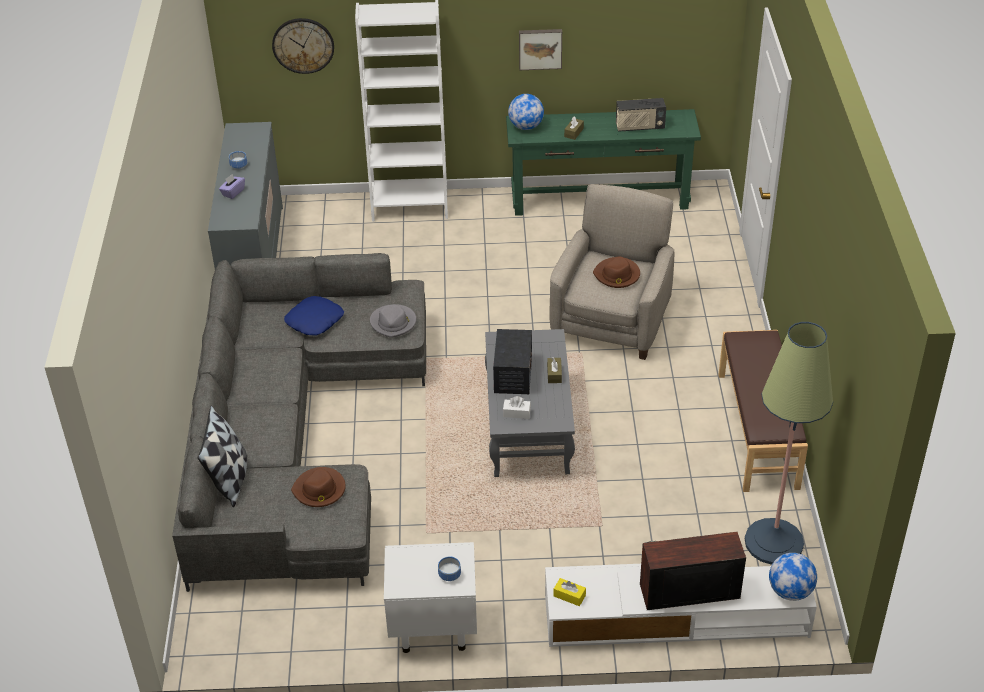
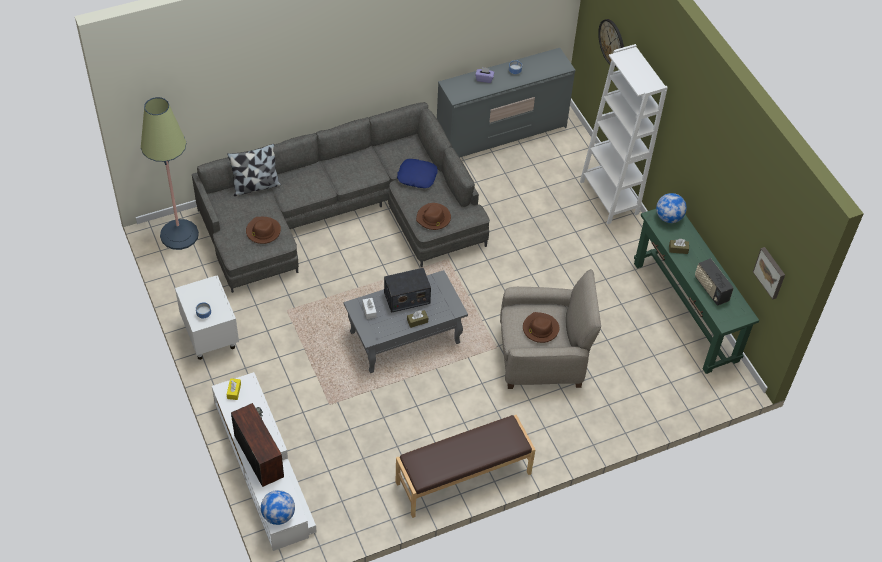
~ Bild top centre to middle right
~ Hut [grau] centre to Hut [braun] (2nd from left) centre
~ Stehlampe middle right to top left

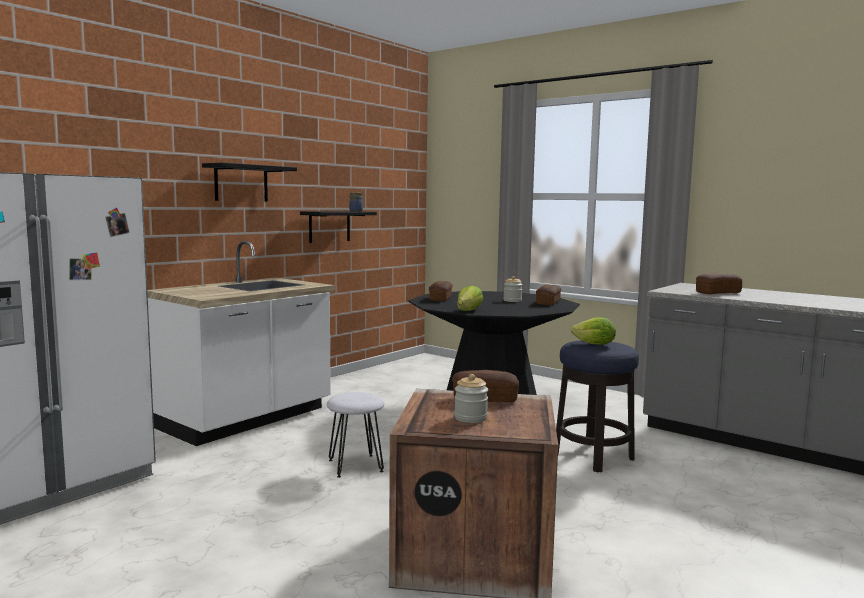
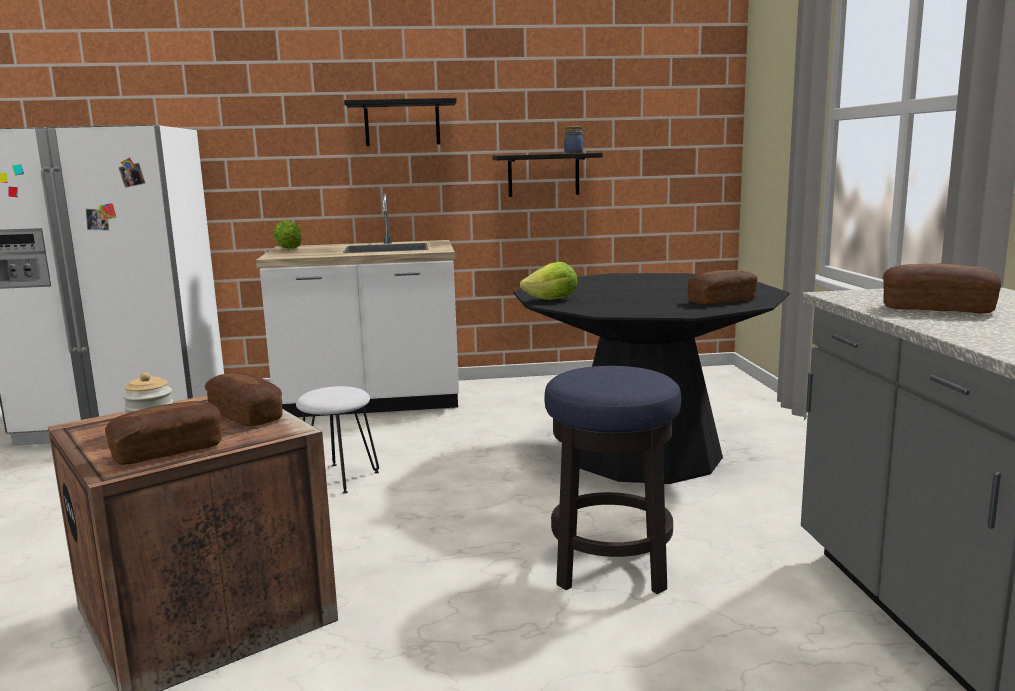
- Vorratsglas (3rd from left) centre
~ Brot (1st from left) centre to middle left
~ Salatkopf (2nd from left in the first image) middle right to Salatkopf (1st from left) middle left

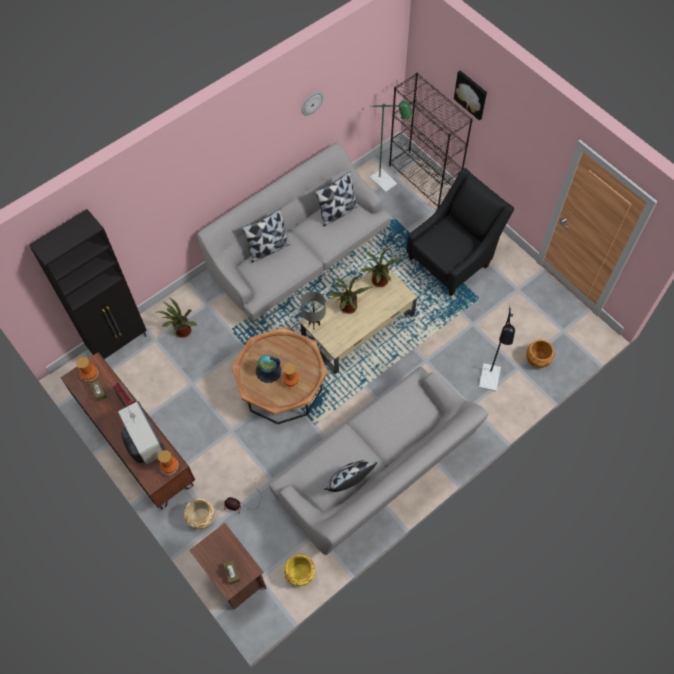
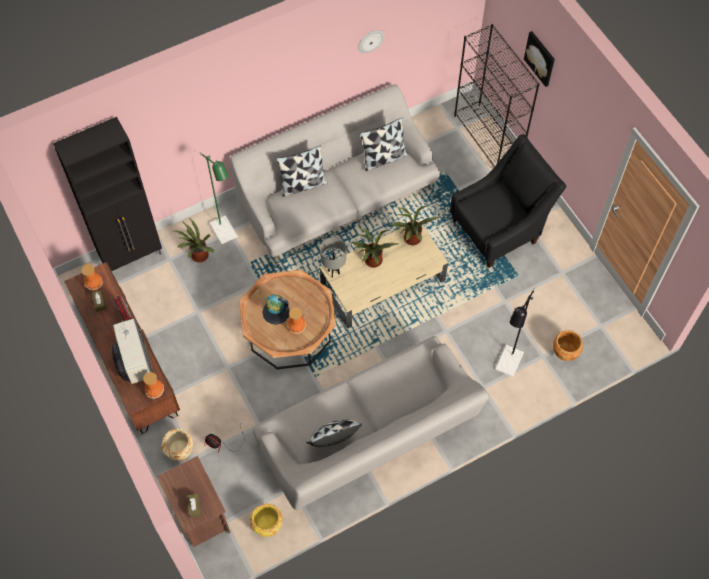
~ Stehlampe [grün] top centre to middle left

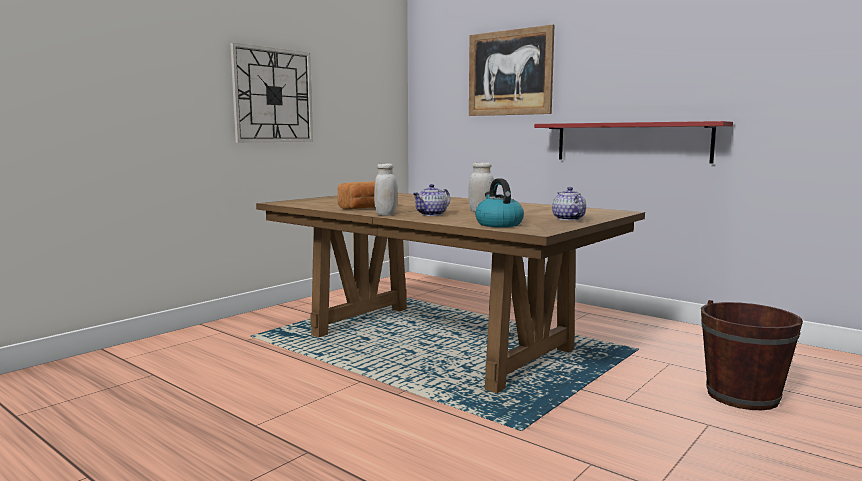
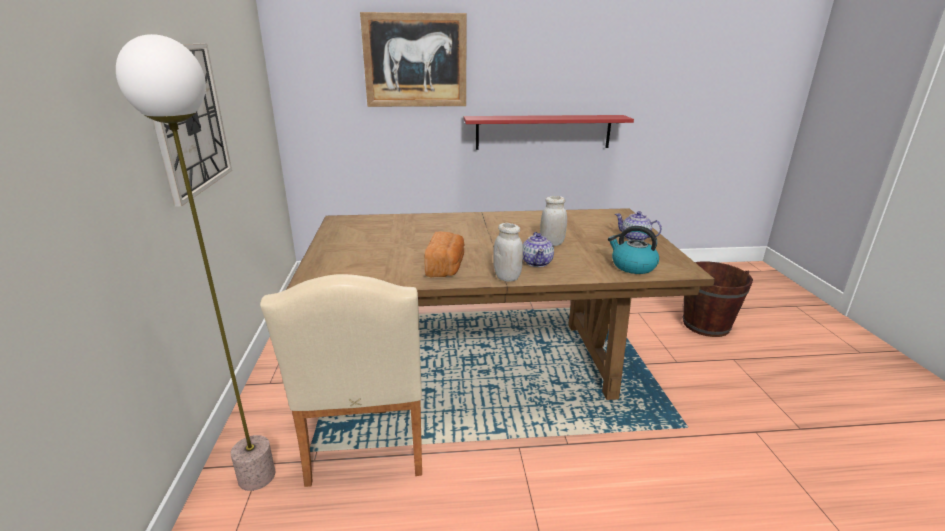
+ Stehlampe middle left
+ Stuhl [beige] bottom centre

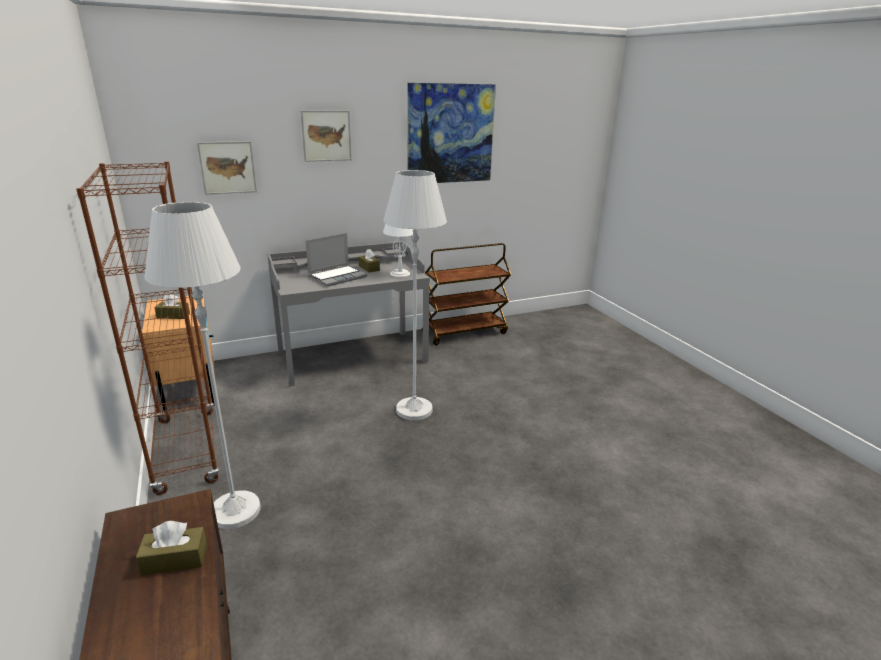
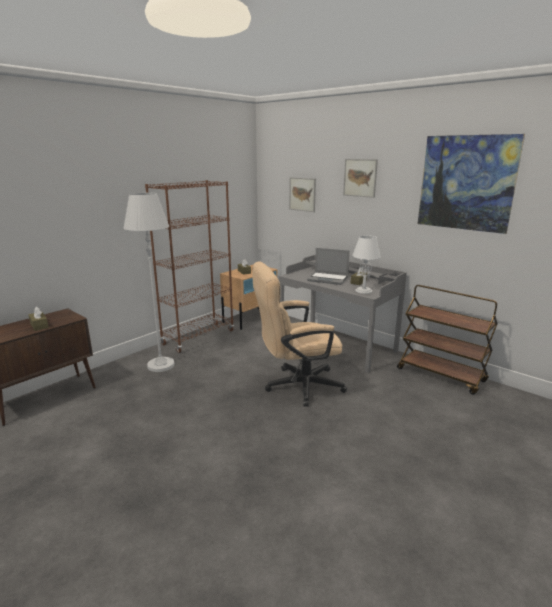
~ Stehlampe [weiß] (2nd from left) centre to Bürostuhl [beige] centre

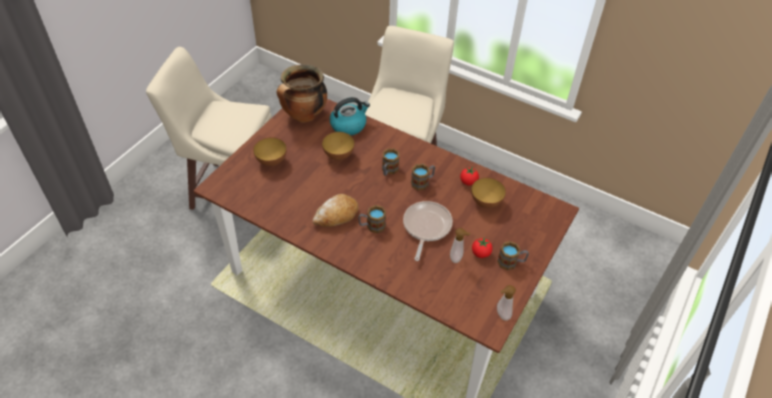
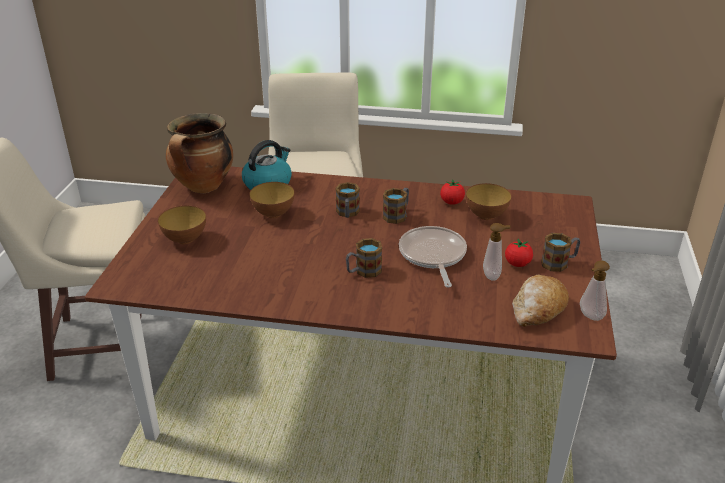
~ Brot centre to middle right

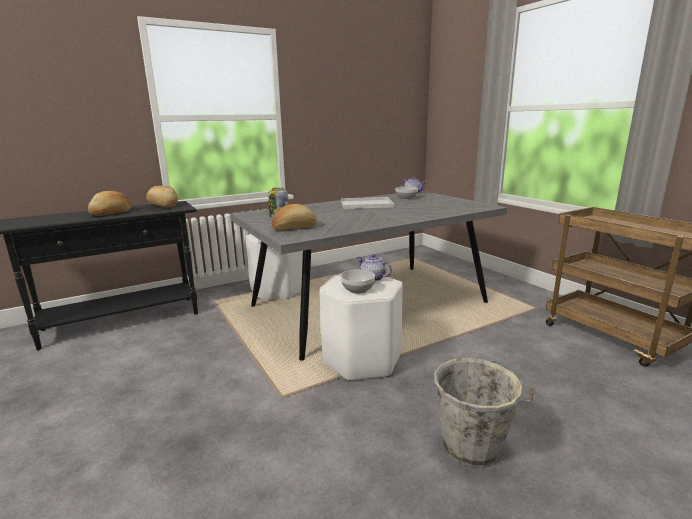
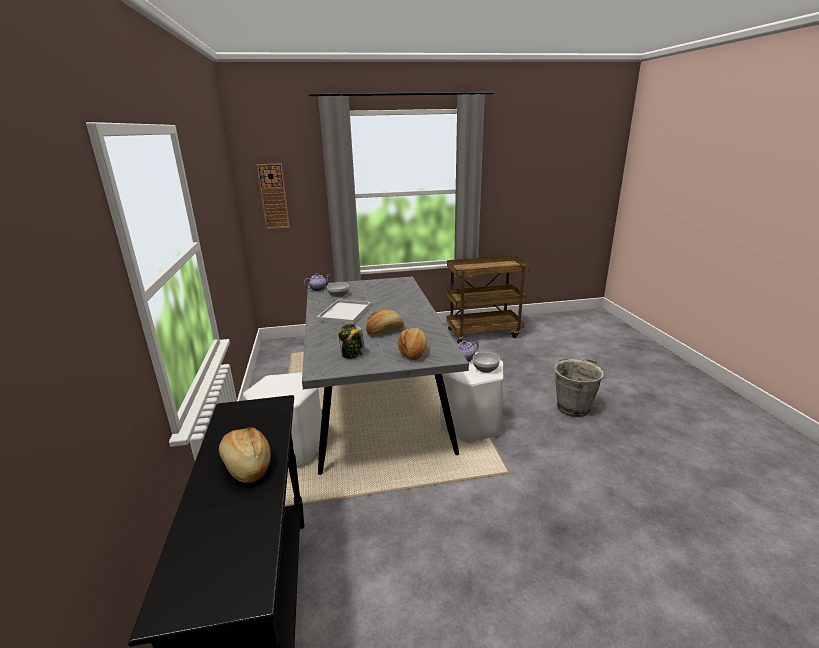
~ Brot (2nd from left) middle left to centre
+ Wanduhr top centre

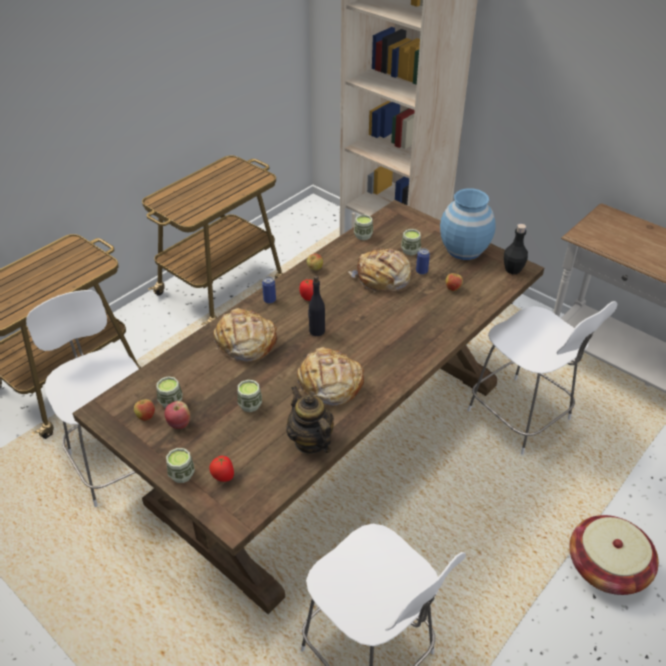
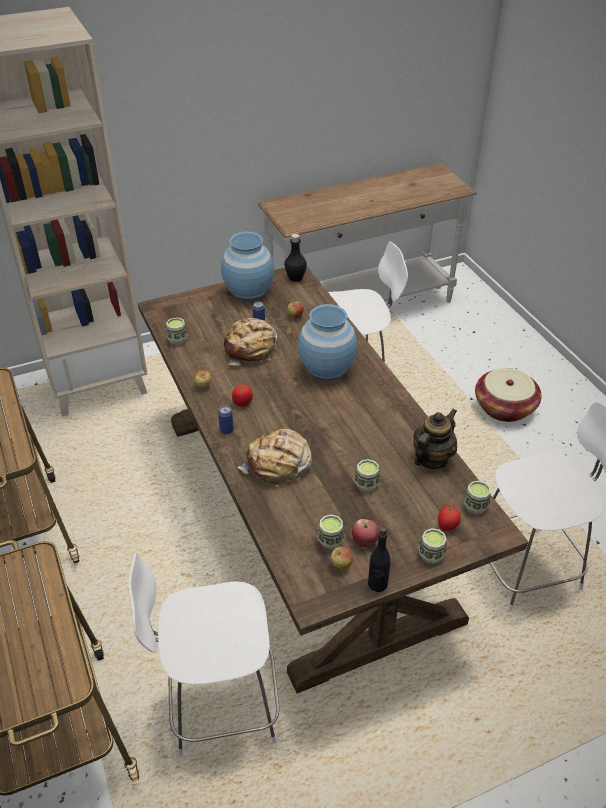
~ Tasse (5th from left) centre to middle right
~ Flasche [schwarz] (1st from left in the first image) centre to Flasche [schwarz] (2nd from left) bottom centre
- Brot (2nd from left) centre
~ Teekanne centre = middle right 135 degrees clockwise
+ Vase [blau] (2nd from left) centre

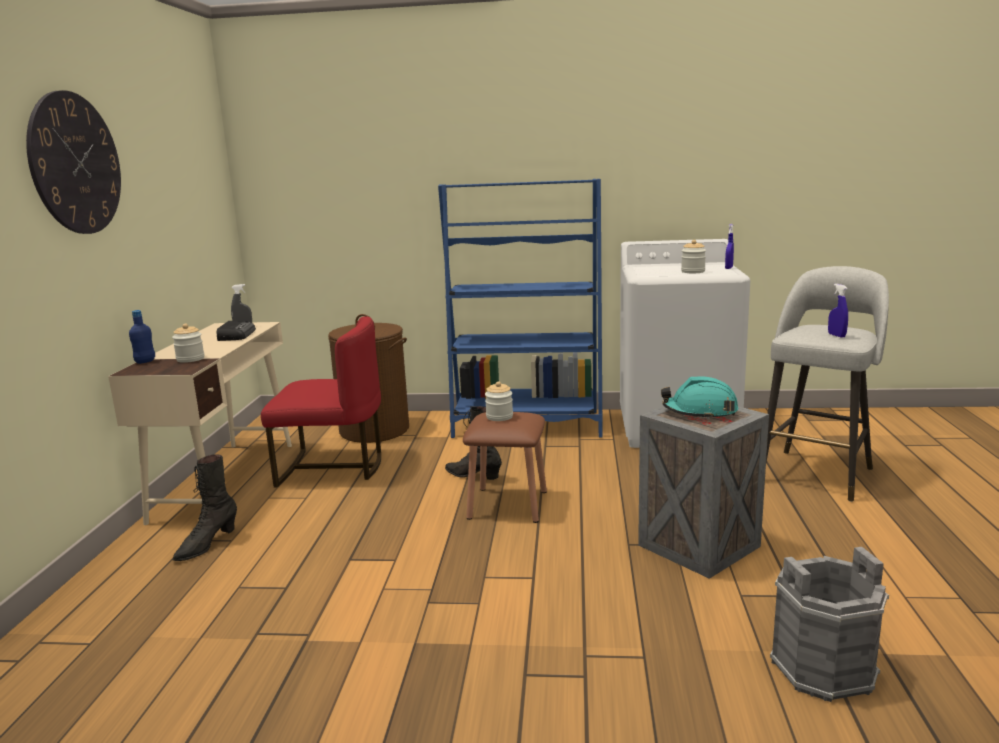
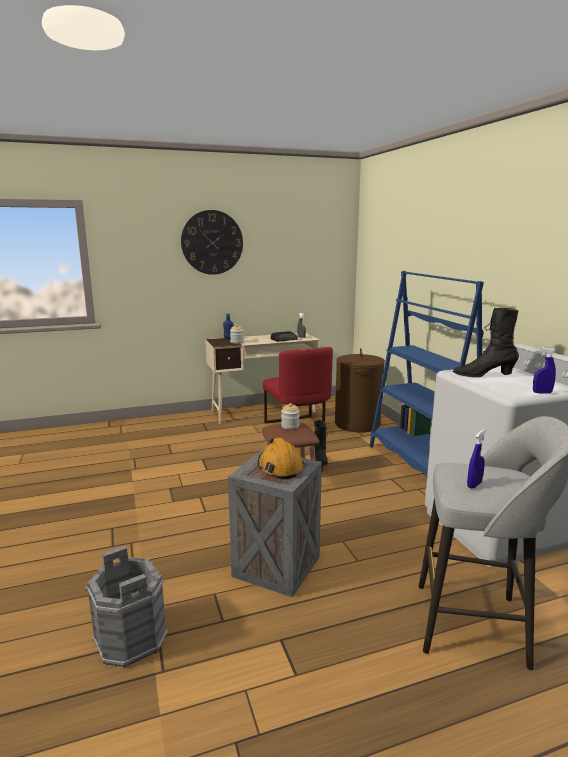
- Vorratsglas (3rd from left) middle right
~ Schutzhelm [türkis] middle right to Schutzhelm [orange] centre
~ Stiefel [schwarz] (1st from left in the first image) bottom left to Stiefel [schwarz] (2nd from left) middle right

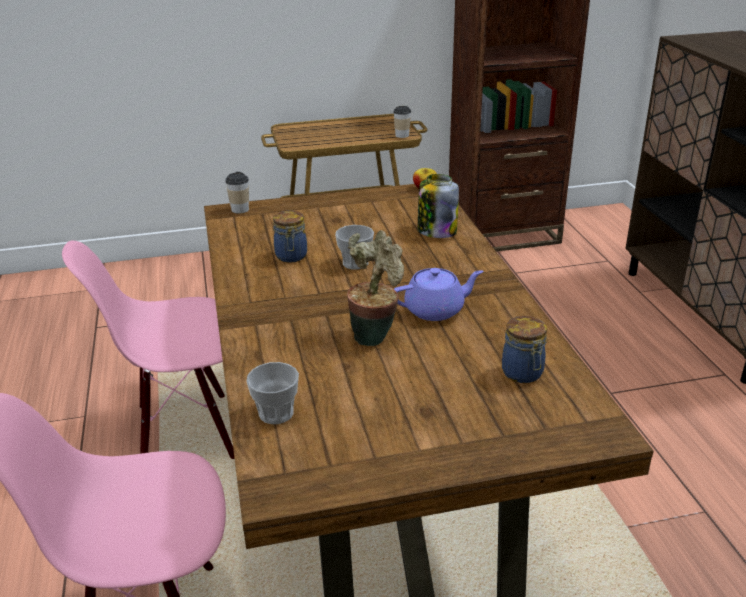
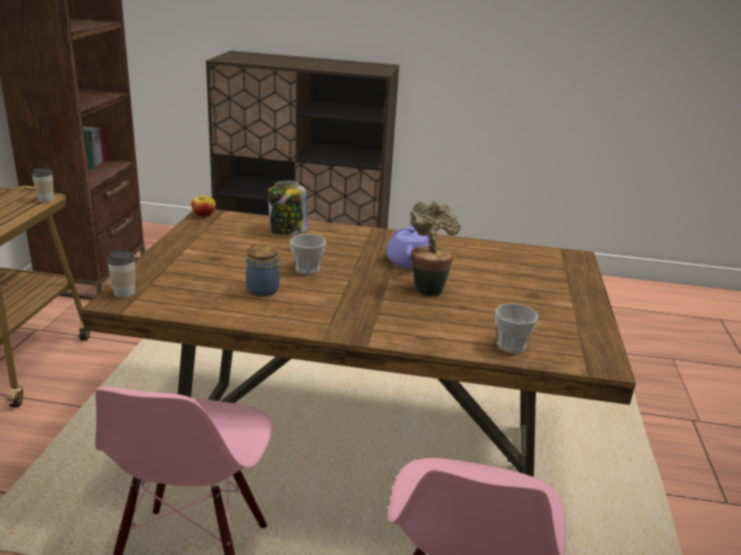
- Vorratsglas (3rd from left) middle right

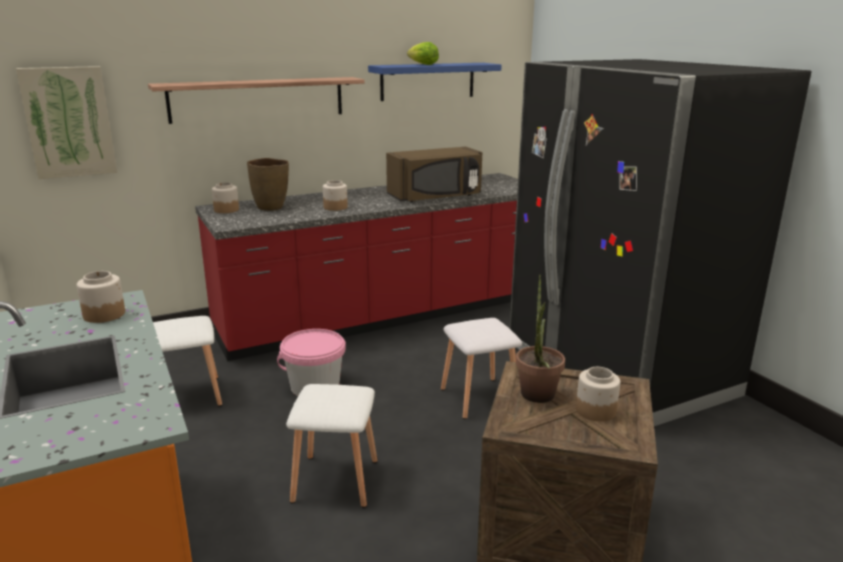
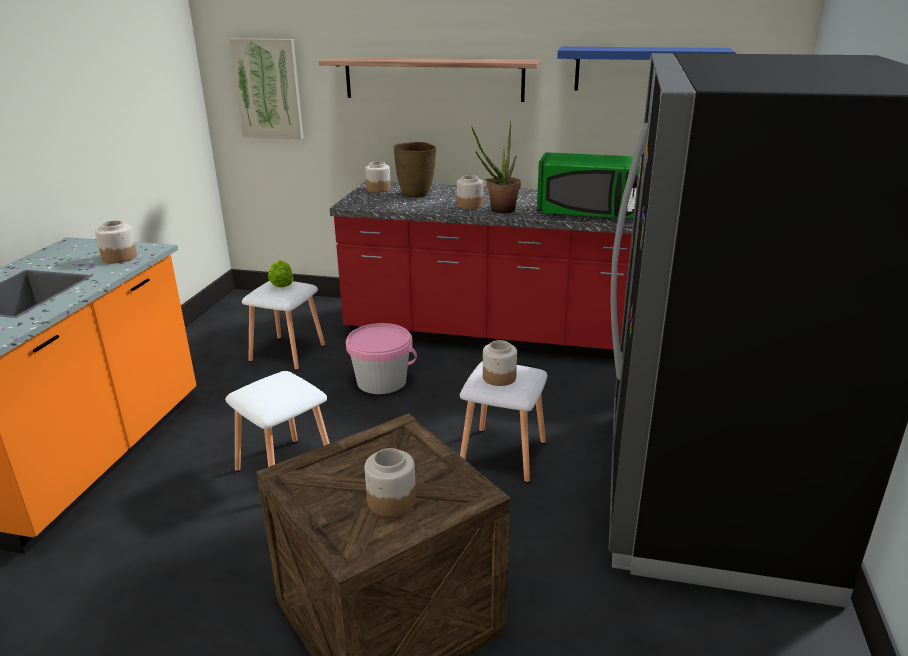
~ Salatkopf top centre to middle left
~ Mikrowelle [braun] top centre to Mikrowelle [grün] top centre
~ Topfpflanze centre to top centre
+ Vorratsglas (5th from left) centre

